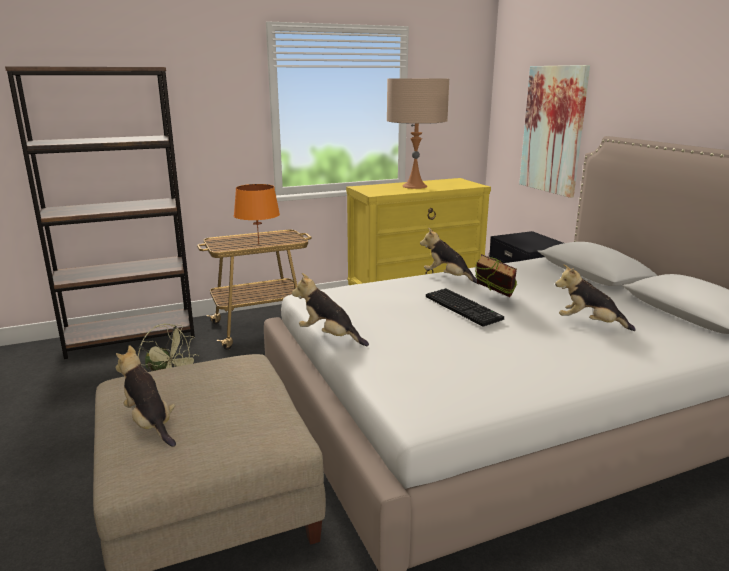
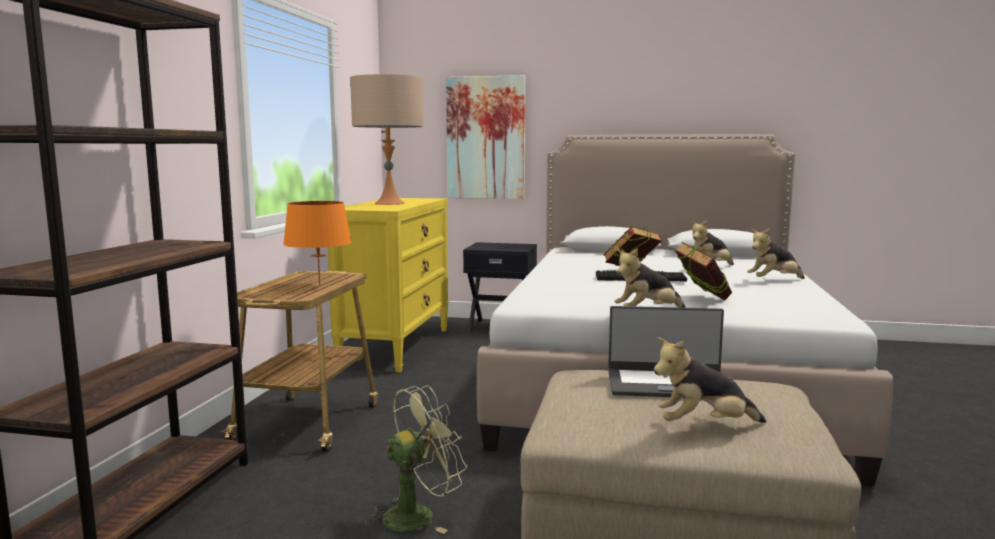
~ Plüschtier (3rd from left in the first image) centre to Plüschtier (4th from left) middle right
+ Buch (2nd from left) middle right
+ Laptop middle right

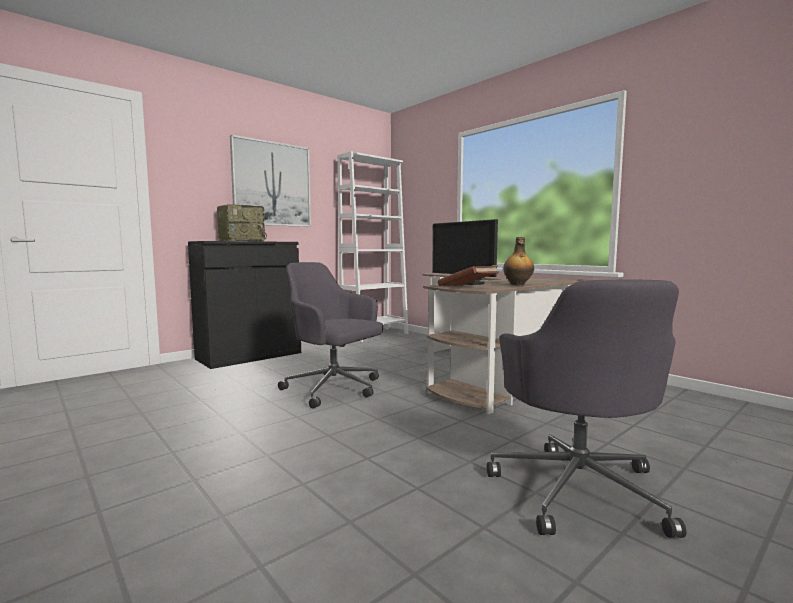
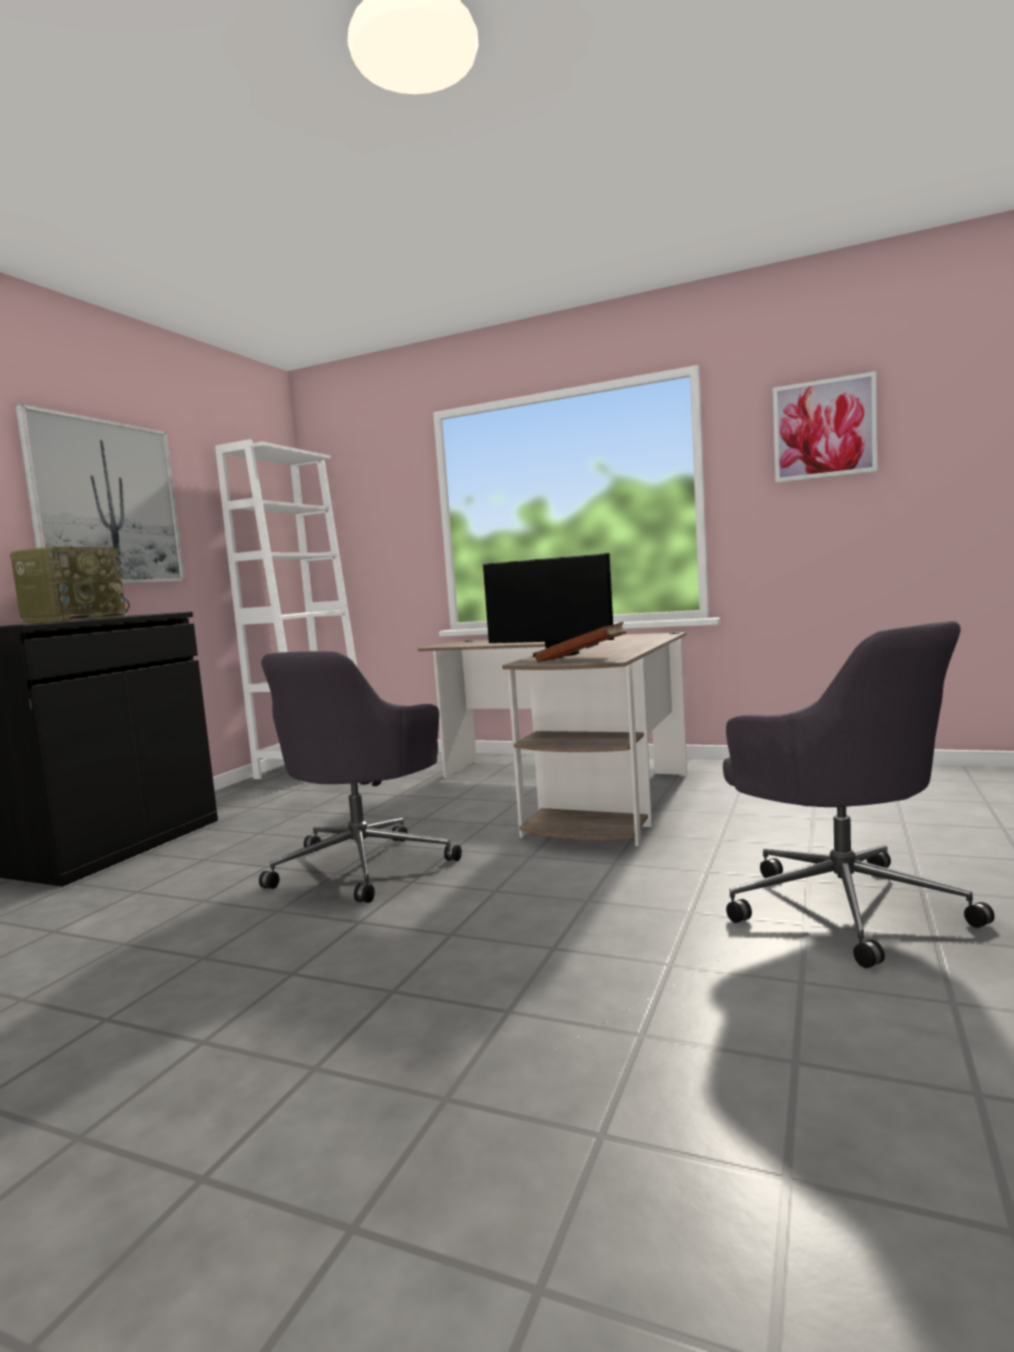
- Flasche centre
~ Bürostuhl [grau] (1st from left) centre = centre 75 degrees counterclockwise
+ Bild (2nd from left) top right

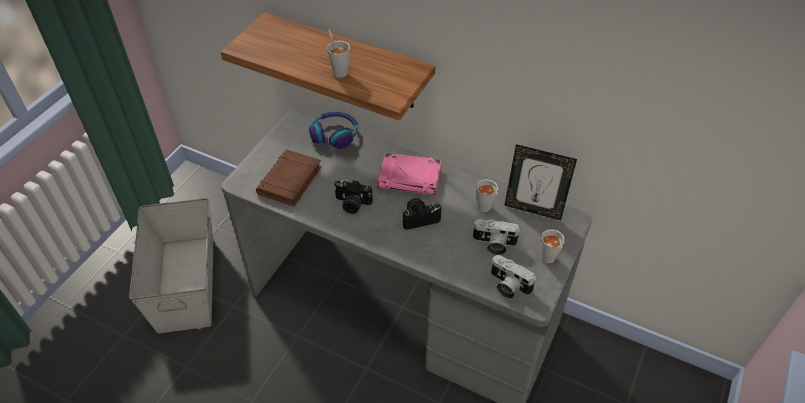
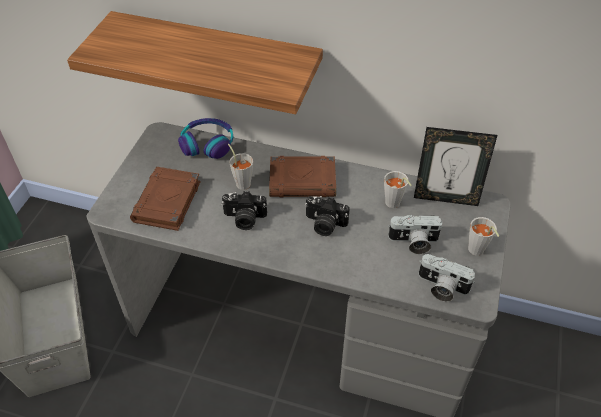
~ Tasse [grau] (1st from left) top centre to centre
~ Buch [rosa] centre to Buch [braun] (2nd from left) centre
~ Kamera (2nd from left) centre = centre 135 degrees counterclockwise

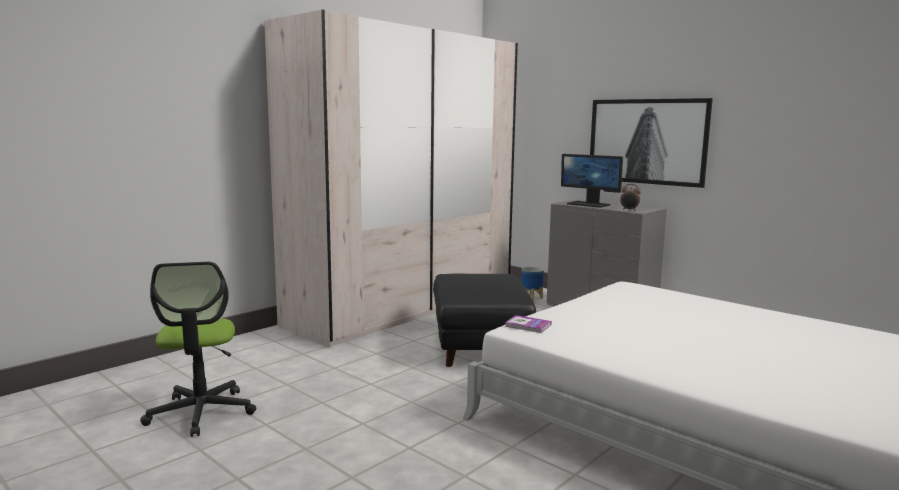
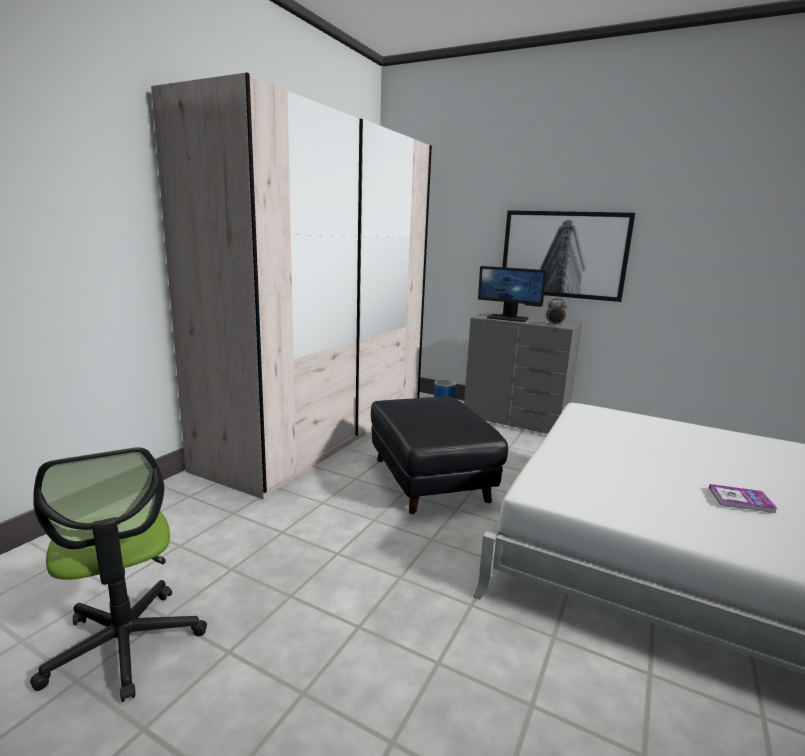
~ Buch centre to middle right

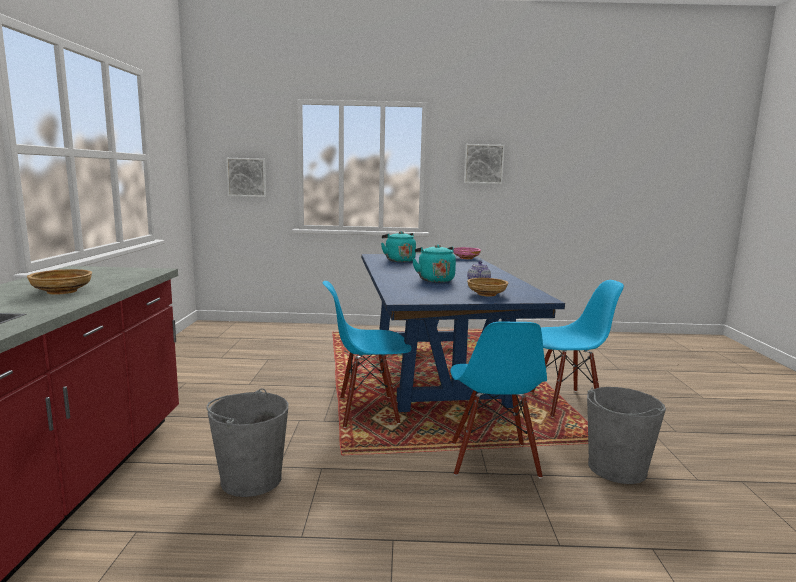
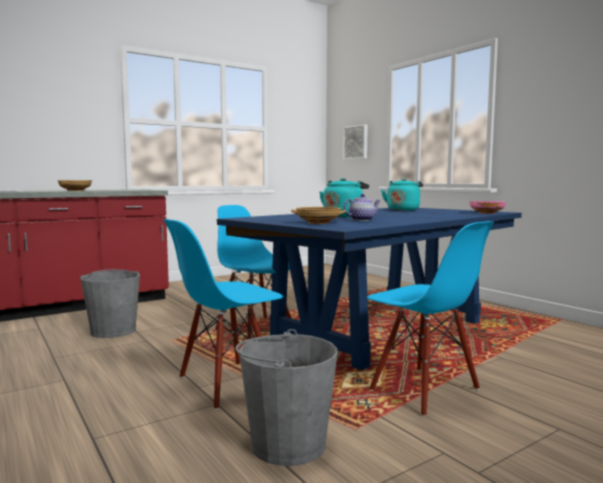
- Bild (2nd from left) top centre

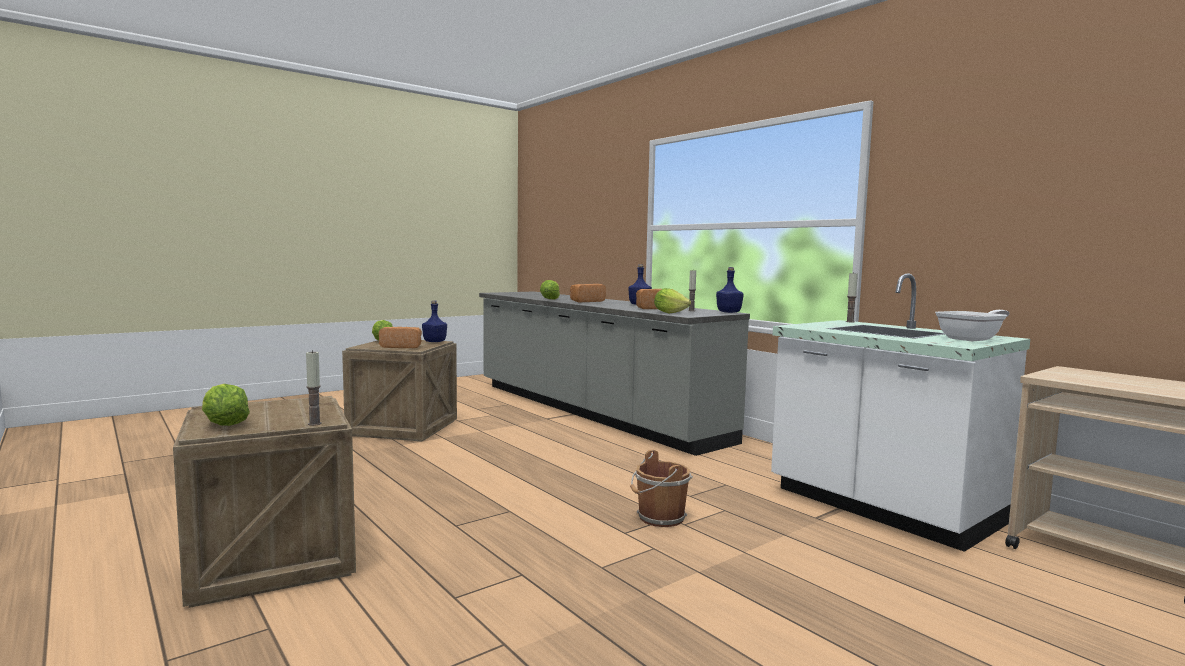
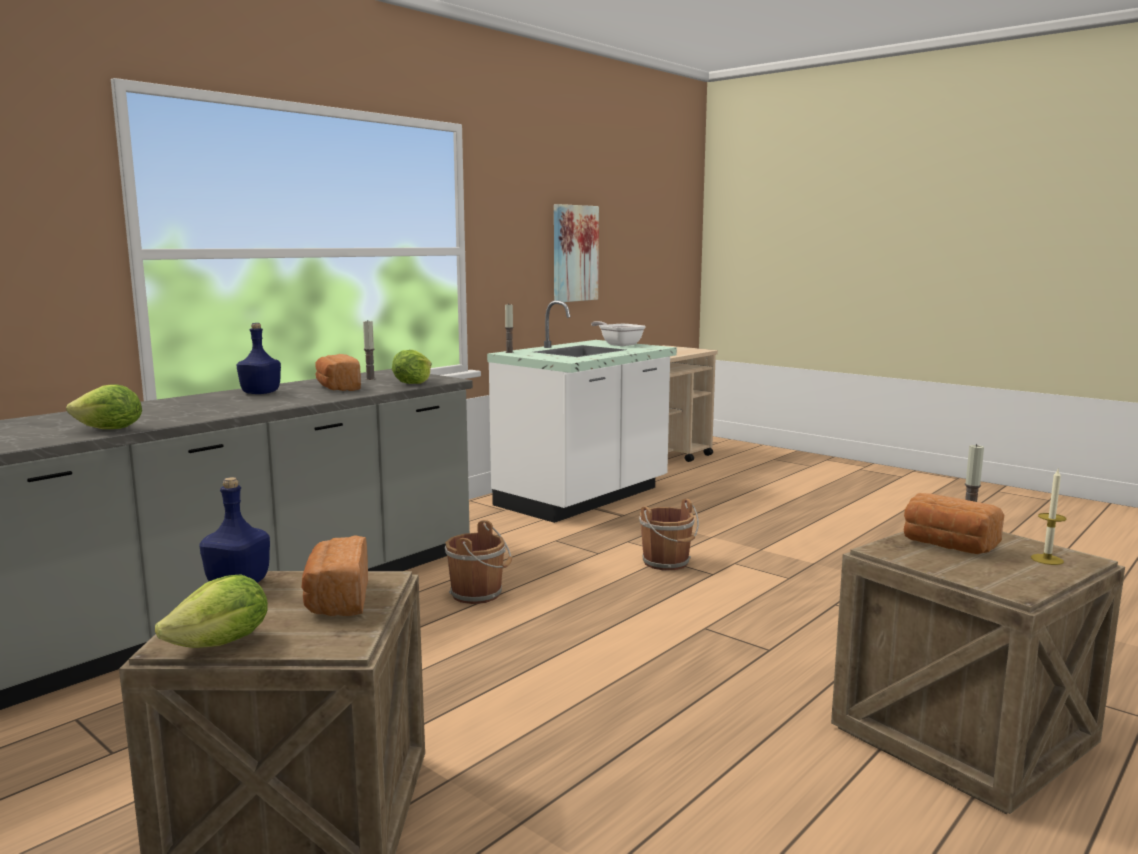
- Flasche [blau] (3rd from left) centre
~ Brot (2nd from left in the first image) centre to Brot (3rd from left) middle right
~ Salatkopf (1st from left) middle left to Kerze (4th from left) middle right
+ Bild top centre
+ Eimer [braun] (1st from left) centre

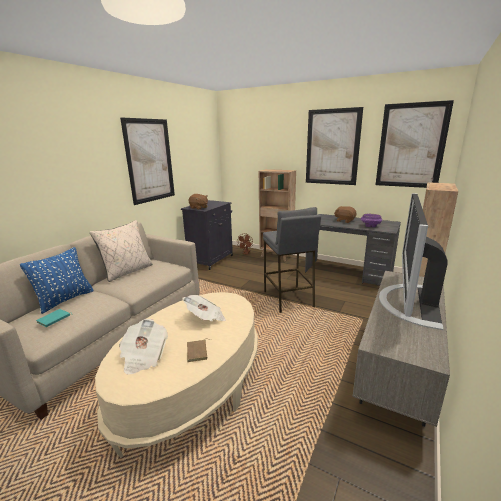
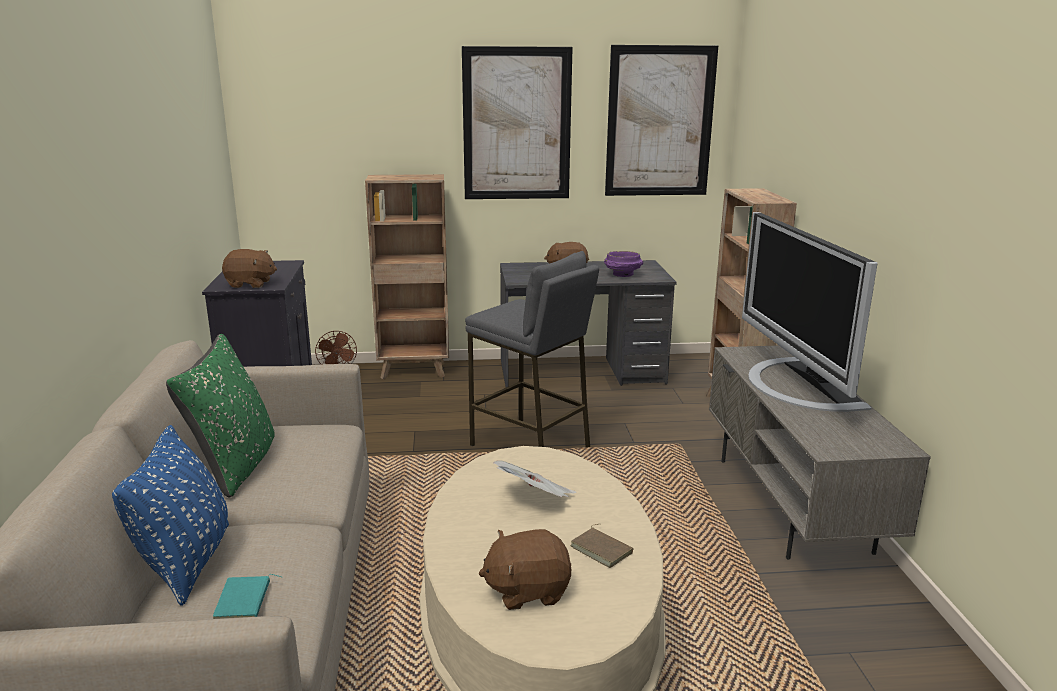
- Bild (1st from left) top left
~ Kissen [beige] middle left to Kissen [grün] middle left
~ Zeitung (1st from left) bottom left to Plüschtier [braun] (2nd from left) bottom centre

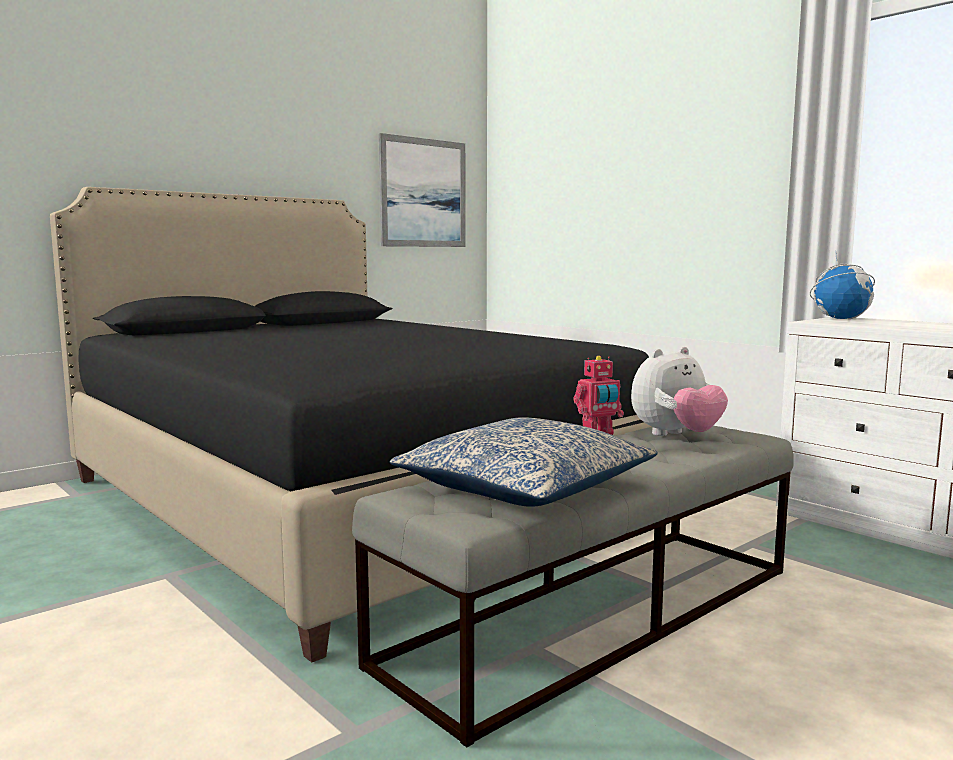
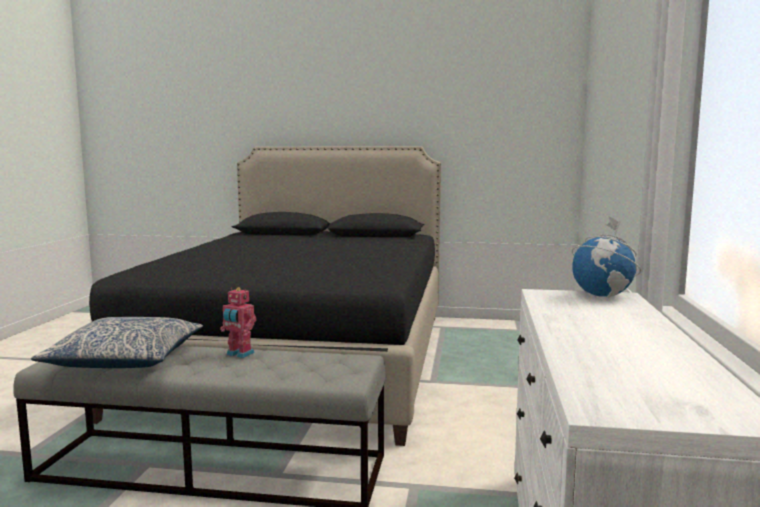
- Bild top centre
- Plüschtier middle right

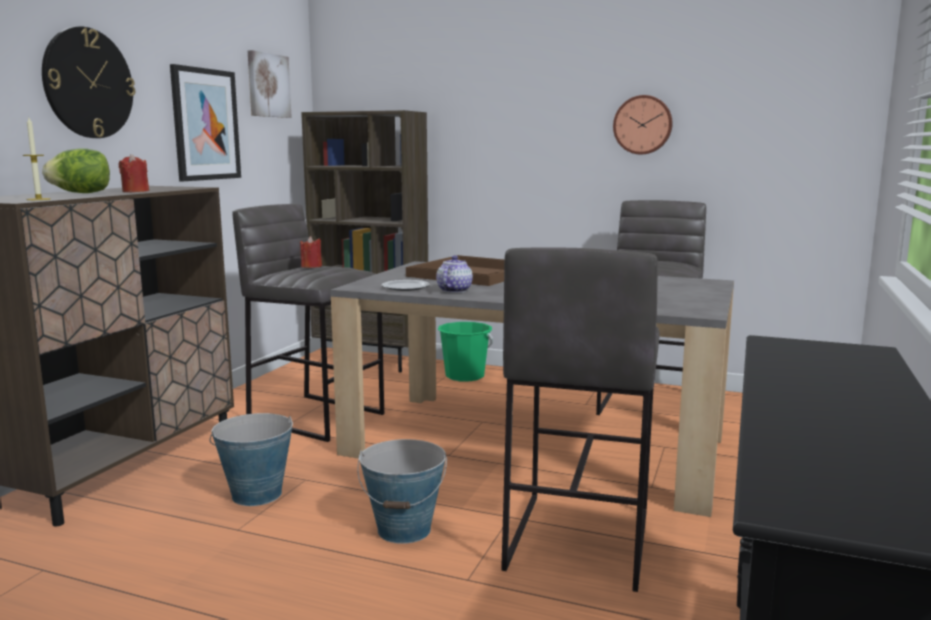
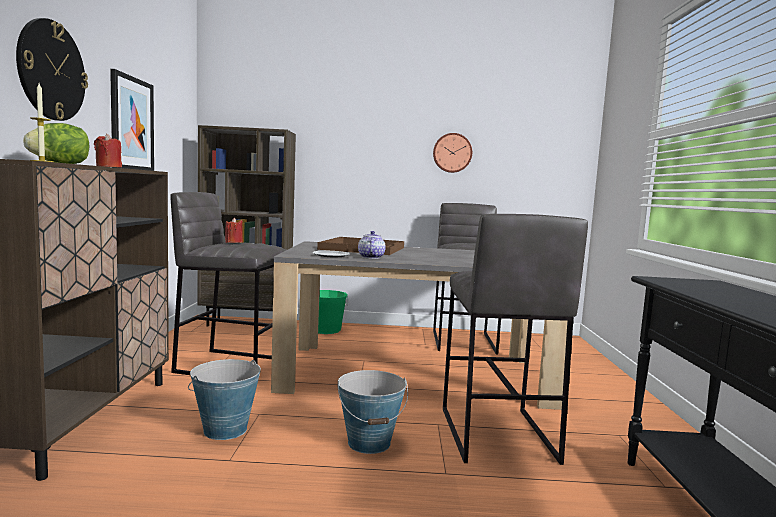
- Bild (2nd from left) top left

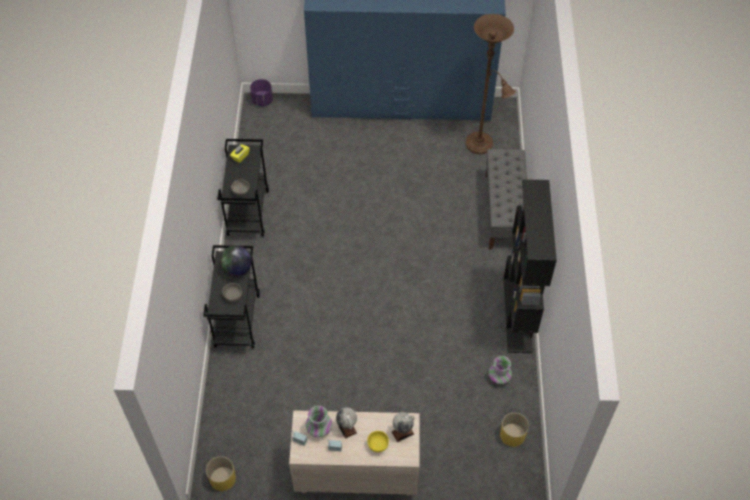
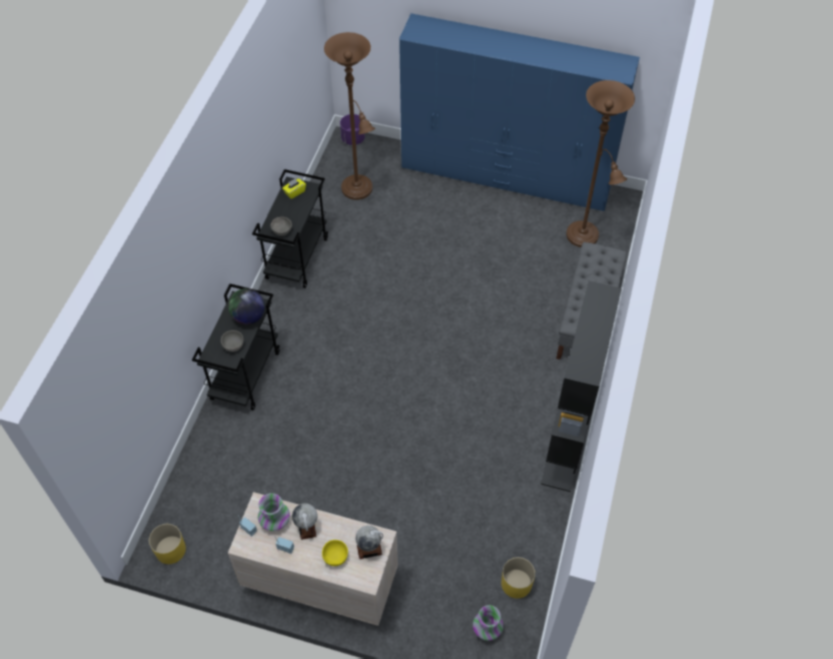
~ Vase (2nd from left) bottom right to bottom centre
+ Stehlampe [braun] (1st from left) top centre

